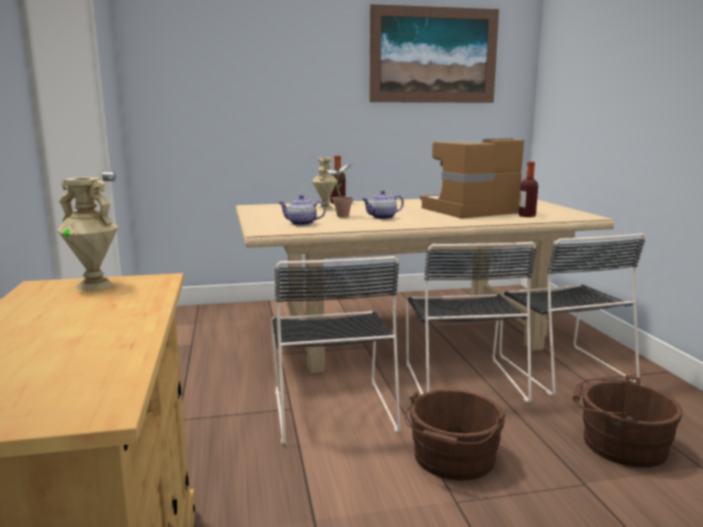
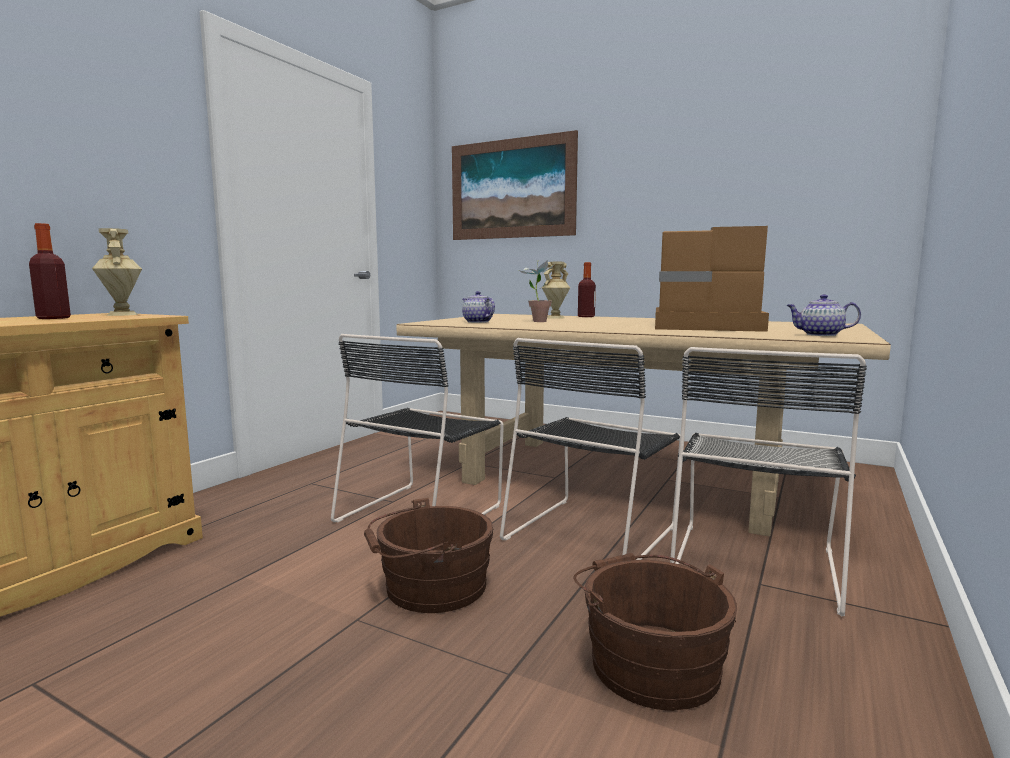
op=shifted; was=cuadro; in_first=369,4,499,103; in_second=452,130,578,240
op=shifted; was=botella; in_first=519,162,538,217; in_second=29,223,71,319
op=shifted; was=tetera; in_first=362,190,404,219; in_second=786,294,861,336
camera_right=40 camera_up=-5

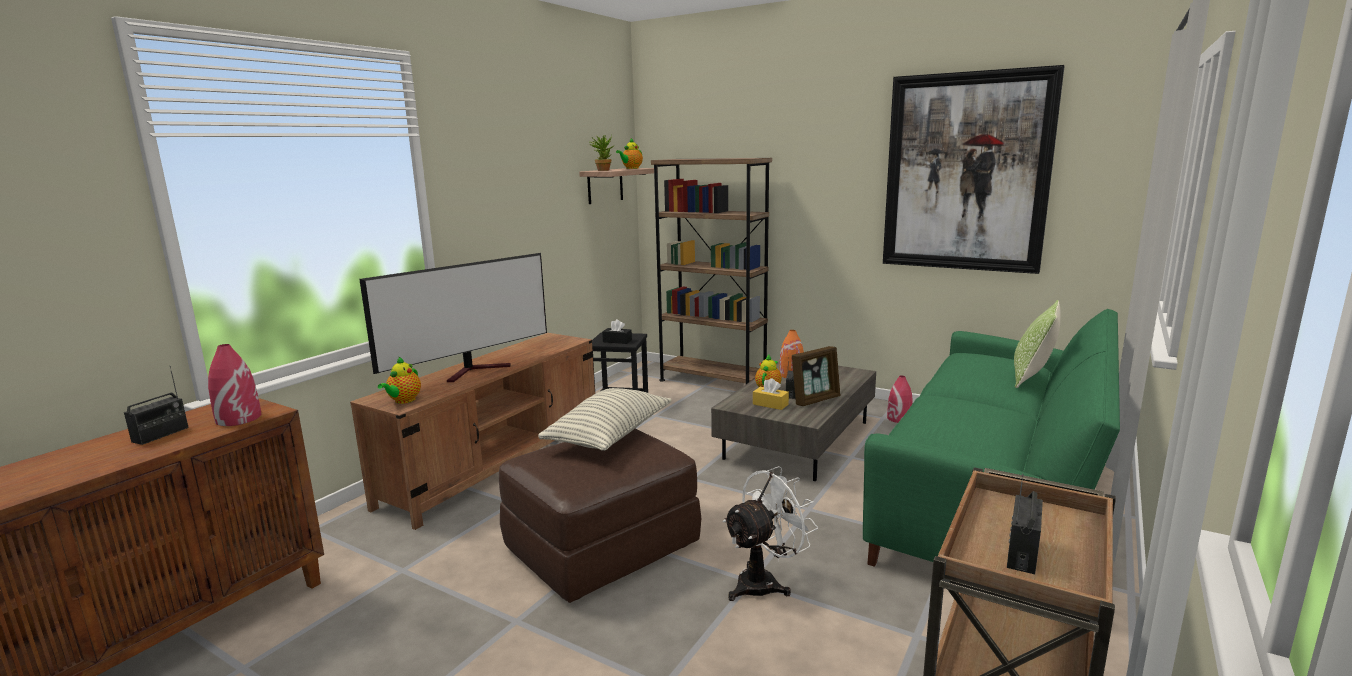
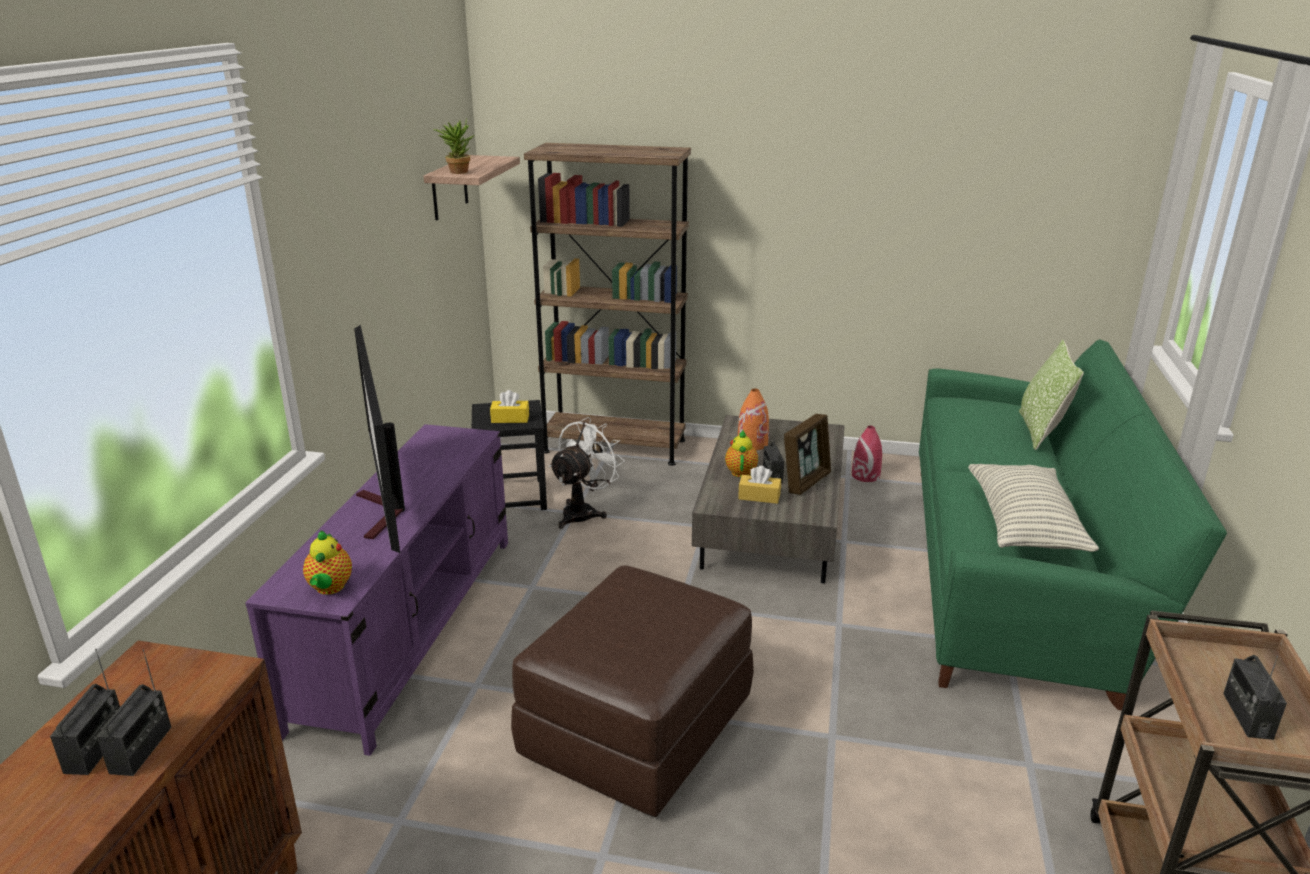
op=gone; was=cuadro; in_first=883,65,1065,274
op=gone; was=tetera; in_first=616,138,643,169
op=rotated; was=televisor; in_first=359,253,547,382; in_second=354,325,405,553; clockwise=135
op=repainted; was=caja de pañuelos/negro; now=caja de pañuelos/amarillo; in_first=602,319,632,344; in_second=490,390,529,423
op=repainted; was=mueble de televisión/marrón; now=mueble de televisión/morado; in_first=350,333,595,530; in_second=245,424,508,756
op=gone; was=florero/rojo; in_first=208,344,261,426
op=shifted; was=cojín; in_first=538,388,672,451; in_second=968,464,1099,552
op=shifted; was=ventilador/blanco; in_first=722,466,818,601; in_second=549,417,625,529
op=new; now=radio; in_second=97,649,171,776
camera_right=-20 camera_up=10

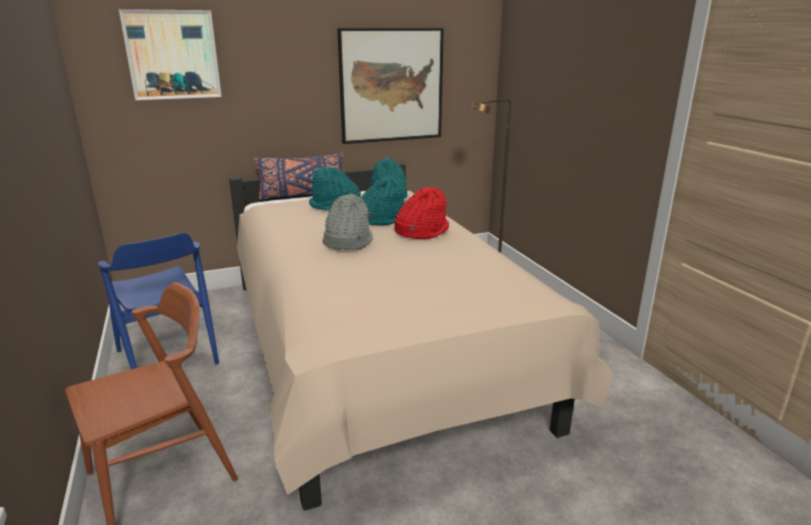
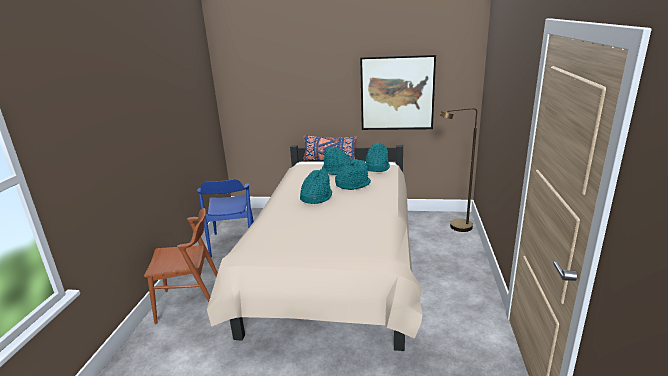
op=gone; was=cuadro; in_first=119,9,222,100
op=gone; was=sombrero/rojo; in_first=394,187,449,239
op=repainted; was=sombrero/gris; now=sombrero/turquesa; in_first=322,193,373,250; in_second=300,169,332,204
camera_right=30 camera_up=0

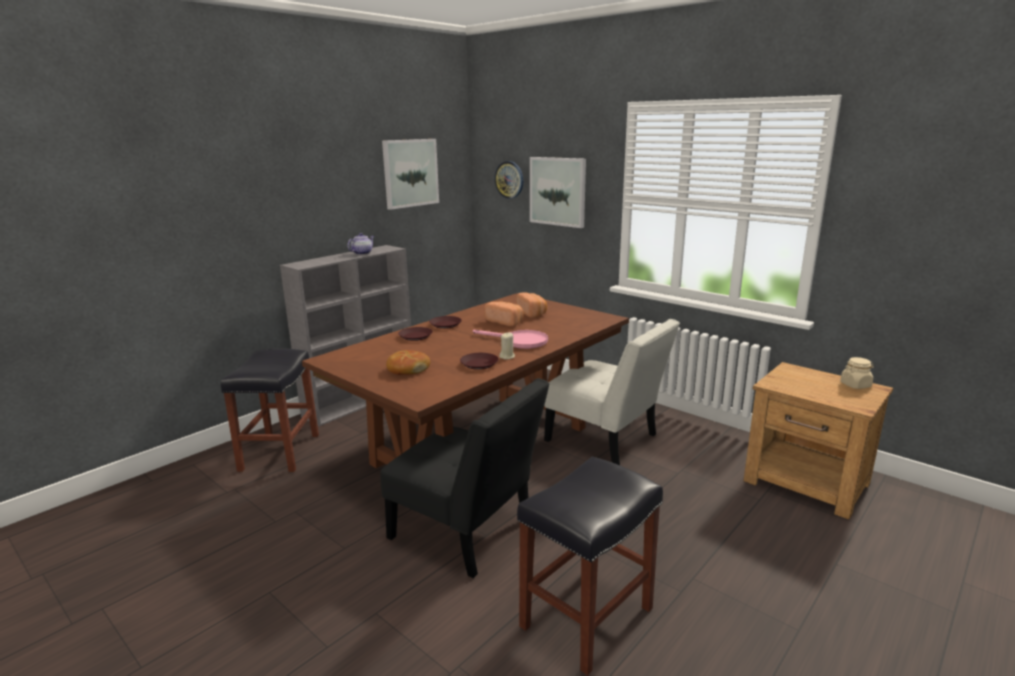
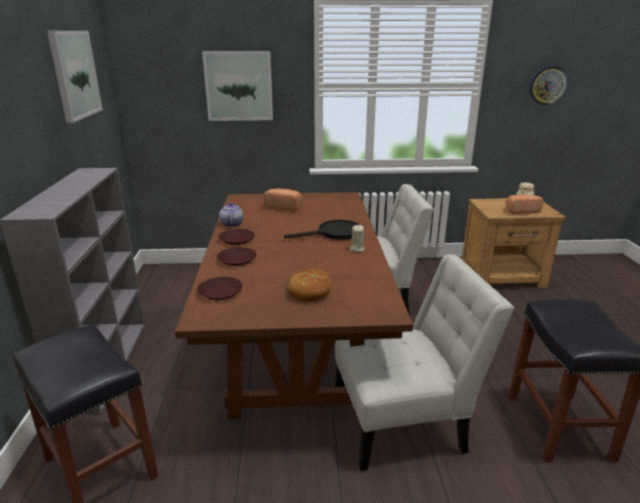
op=shifted; was=reloj de pared; in_first=494,161,523,199; in_second=529,66,568,105
op=shifted; was=tetera; in_first=347,233,374,255; in_second=219,202,243,227
op=shifted; was=pan; in_first=484,301,524,326; in_second=506,194,543,214
op=repainted; was=sartén/rosa; now=sartén/negro; in_first=473,330,548,349; in_second=284,220,360,240
op=shifted; was=plato/marrón; in_first=460,353,499,370; in_second=197,277,243,300
op=repainted; was=silla/negro; now=silla/blanco; in_first=380,378,549,578; in_second=335,254,514,471
camera_right=-45 camera_up=5

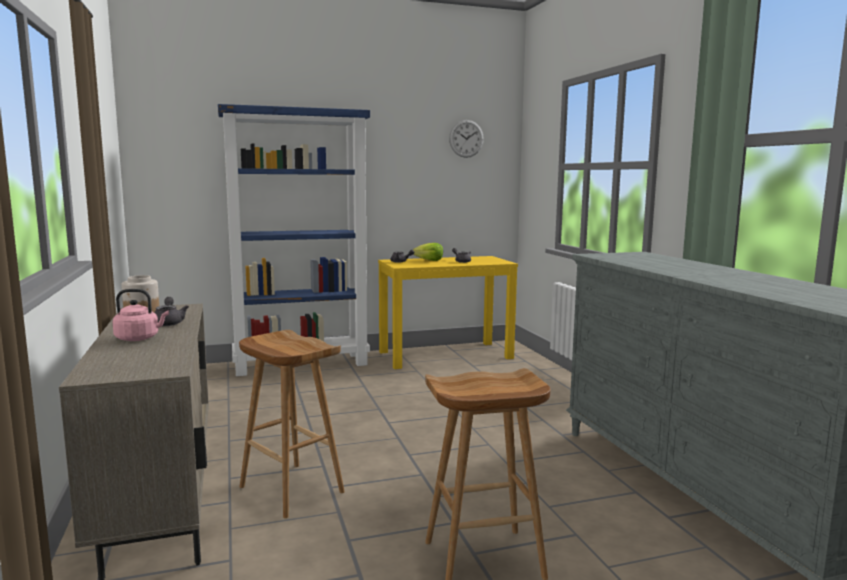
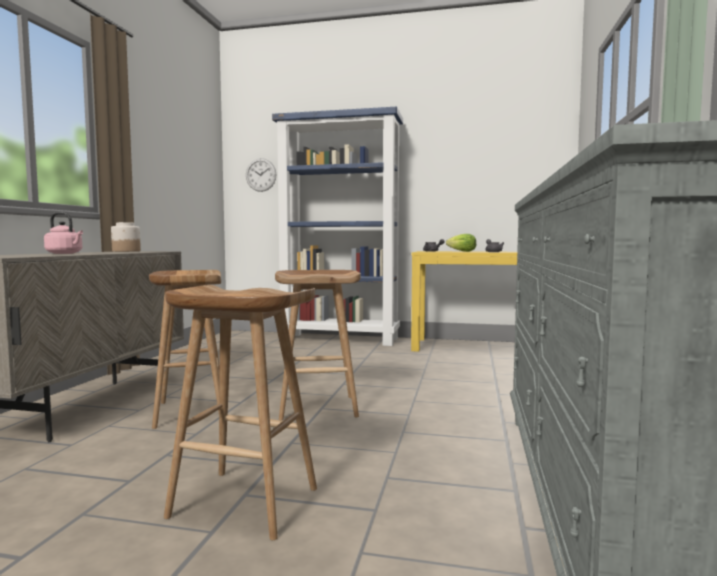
op=shifted; was=reloj de pared; in_first=449,120,484,158; in_second=246,158,277,192
op=gone; was=tetera/gris; in_first=154,297,189,326
op=new; now=taburete/marrón; in_second=275,270,361,420
camera_right=30 camera_up=-5

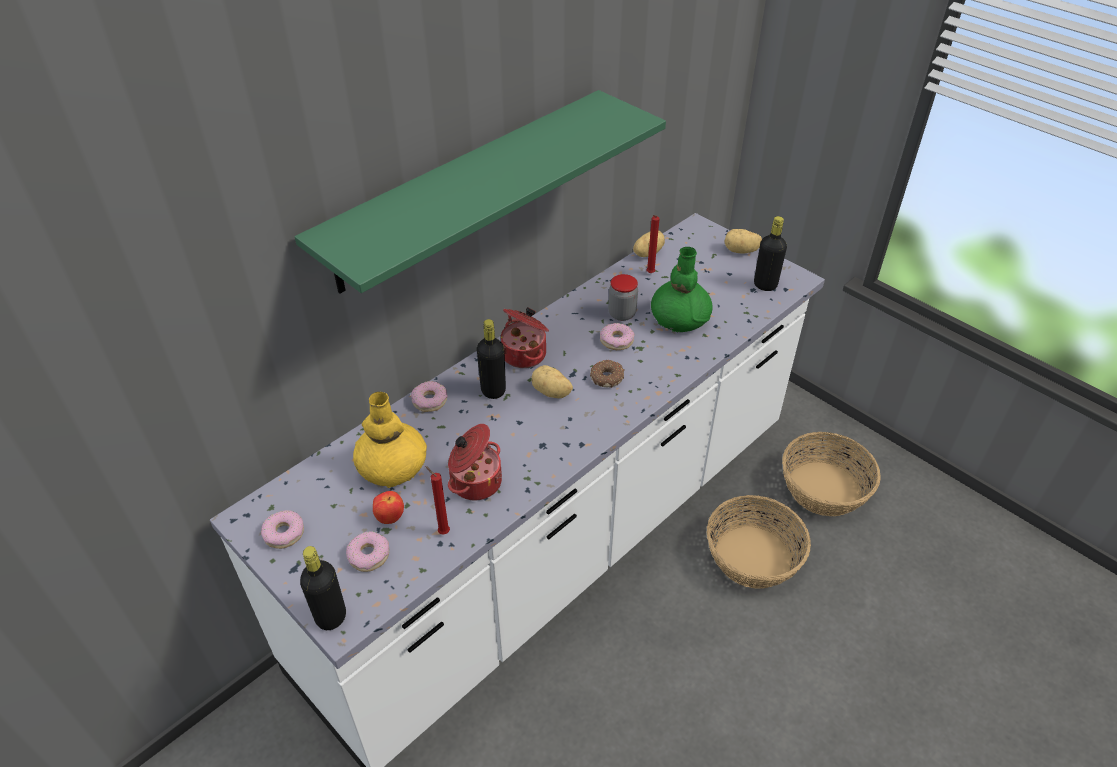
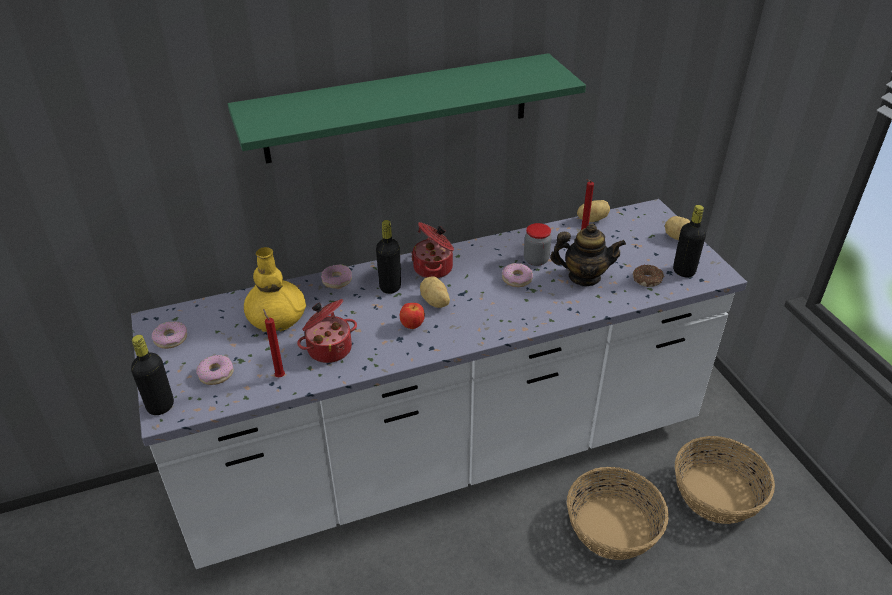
op=swapped; was=florero/verde; now=tetera; in_first=651,247,713,333; in_second=550,223,626,286
op=shifted; was=rosquilla; in_first=590,360,625,388; in_second=633,264,664,287
op=shifted; was=manzana; in_first=373,491,404,524; in_second=400,303,425,329
camera_right=25 camera_up=-5

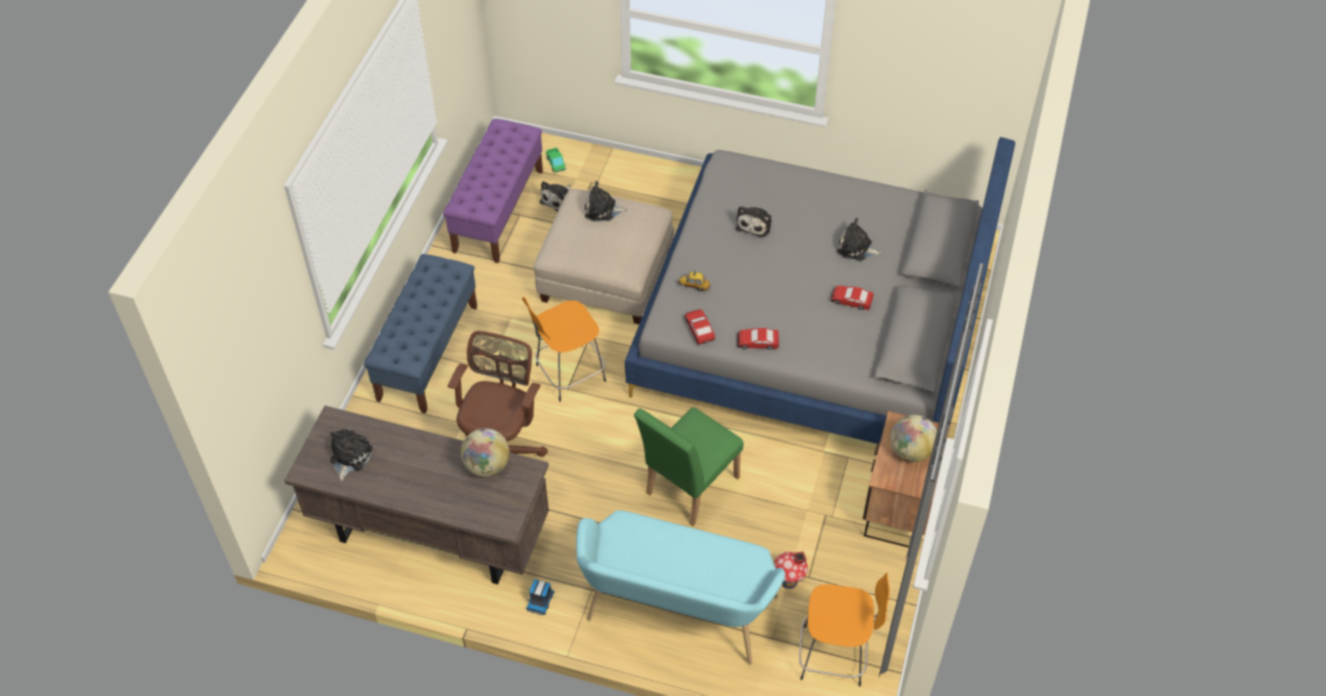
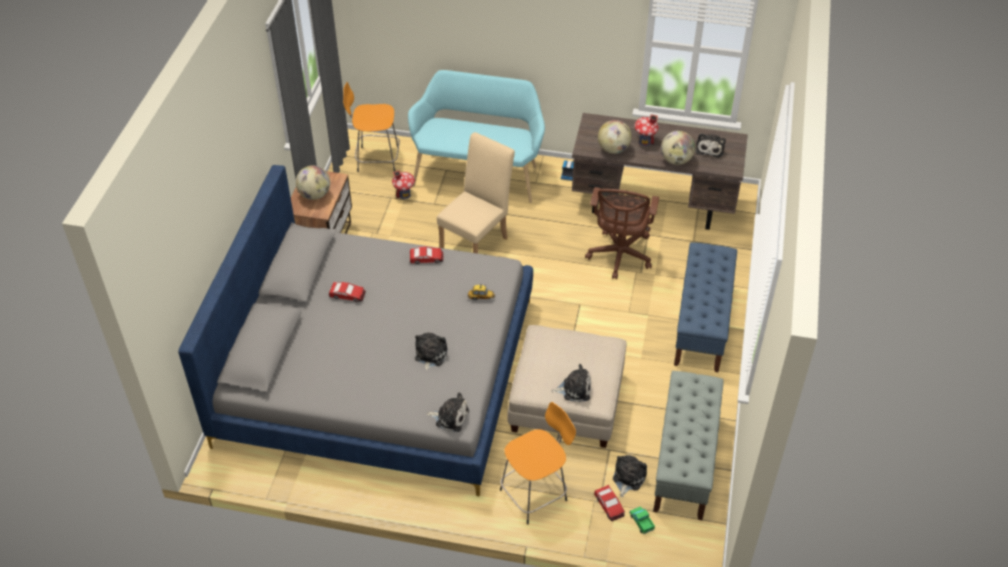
op=repainted; was=banco/morado; now=banco/gris; in_first=443,119,543,263; in_second=653,371,724,520
op=shifted; was=peluche; in_first=837,218,882,261; in_second=426,393,469,432
op=shifted; was=taburete/naranja; in_first=522,297,606,402; in_second=500,402,576,524
op=shifted; was=coche de juguete; in_first=685,309,715,345; in_second=594,485,625,521
op=repainted; was=silla/verde; now=silla/beis; in_first=634,407,744,526; in_second=437,132,515,253
op=new; now=casita; in_second=634,114,659,146
op=new; now=globo terráqueo; in_second=661,131,695,165
camera_right=175 camera_up=-5

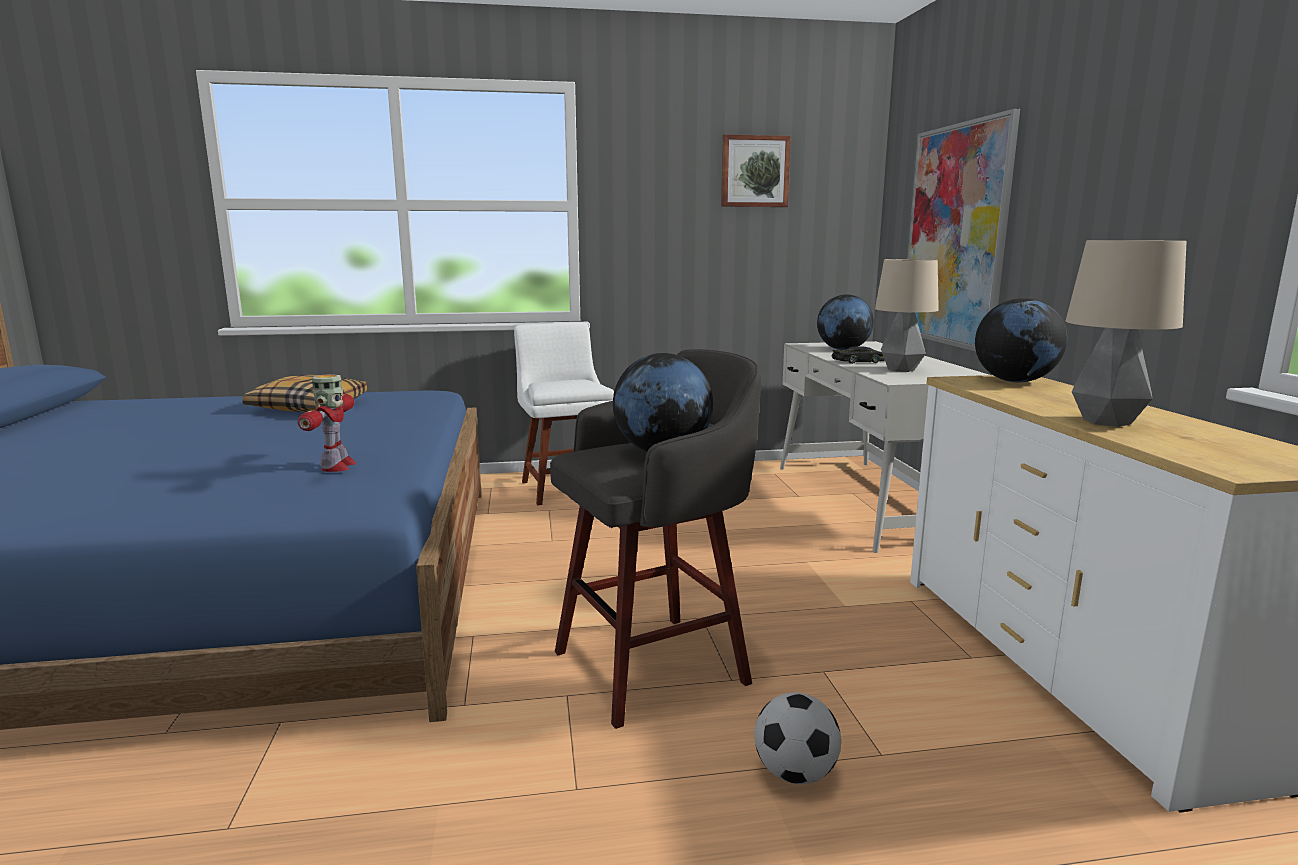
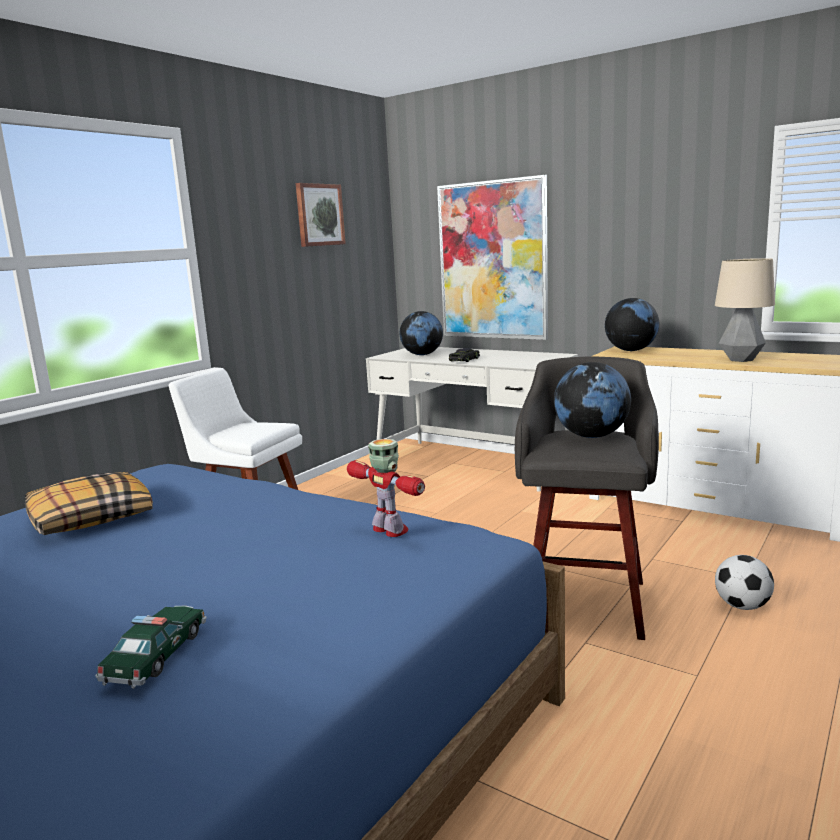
op=gone; was=lámpara de mesa; in_first=875,259,939,372
op=new; now=coche de juguete; in_second=95,605,207,689
camera_right=-45 camera_up=0

